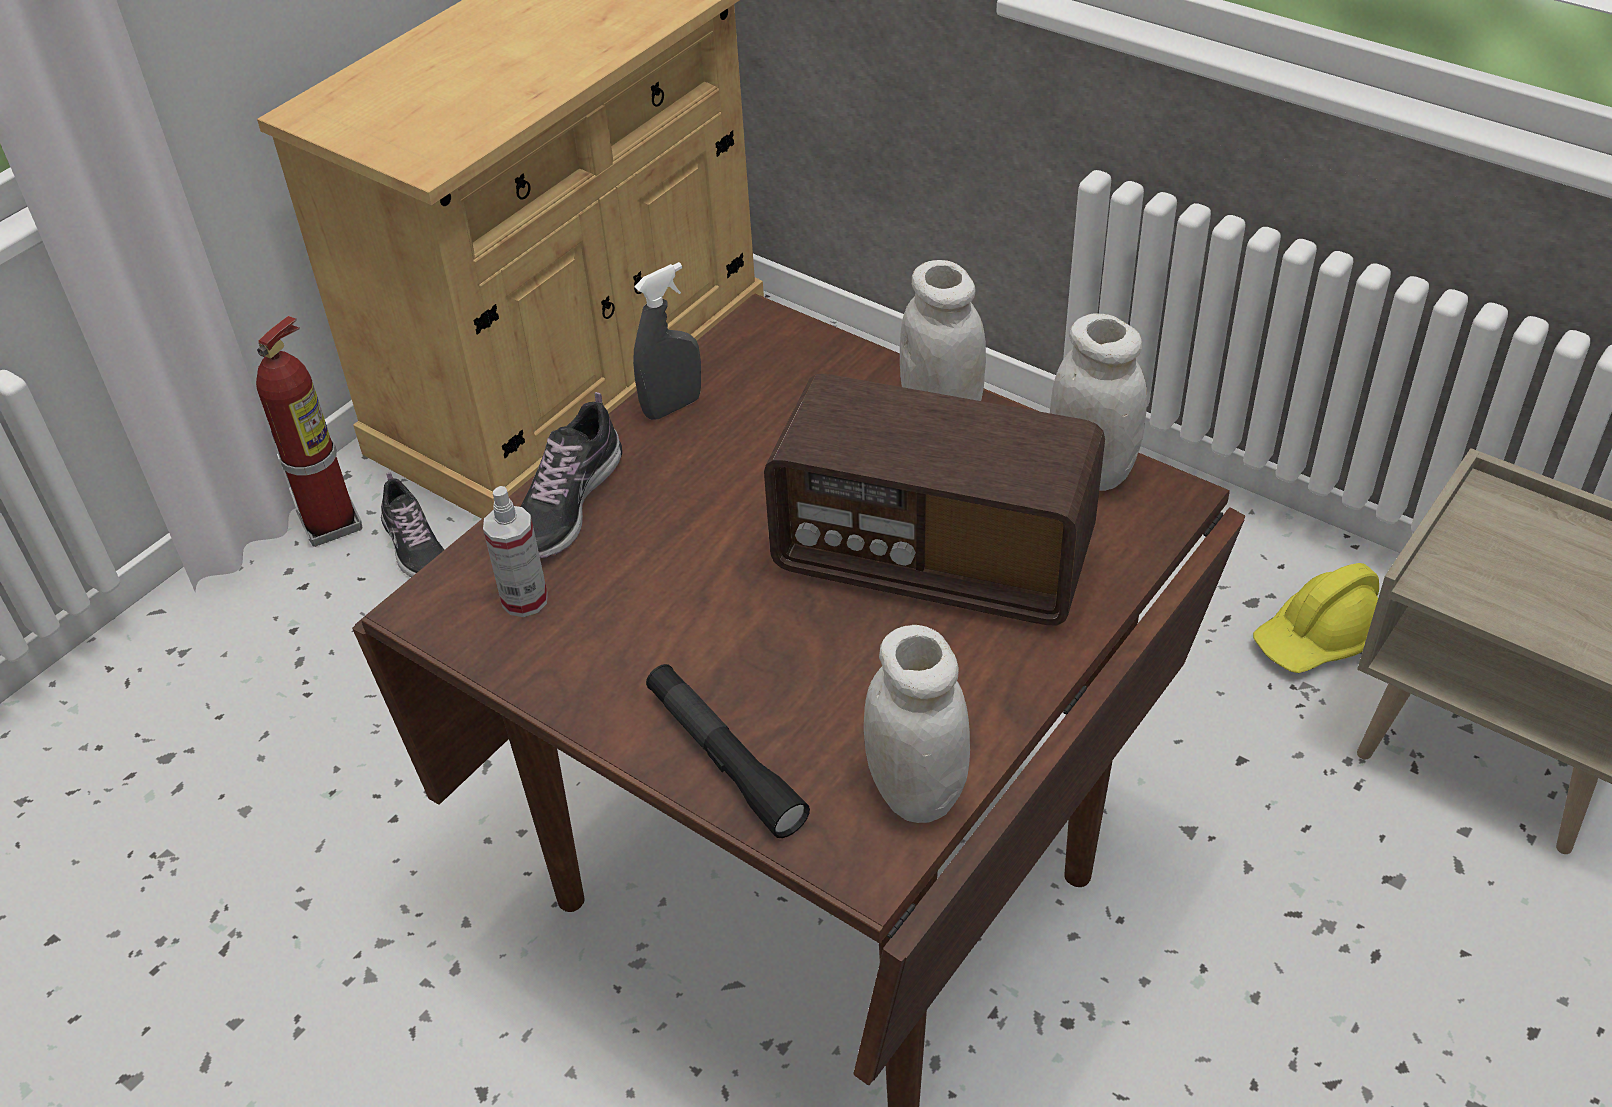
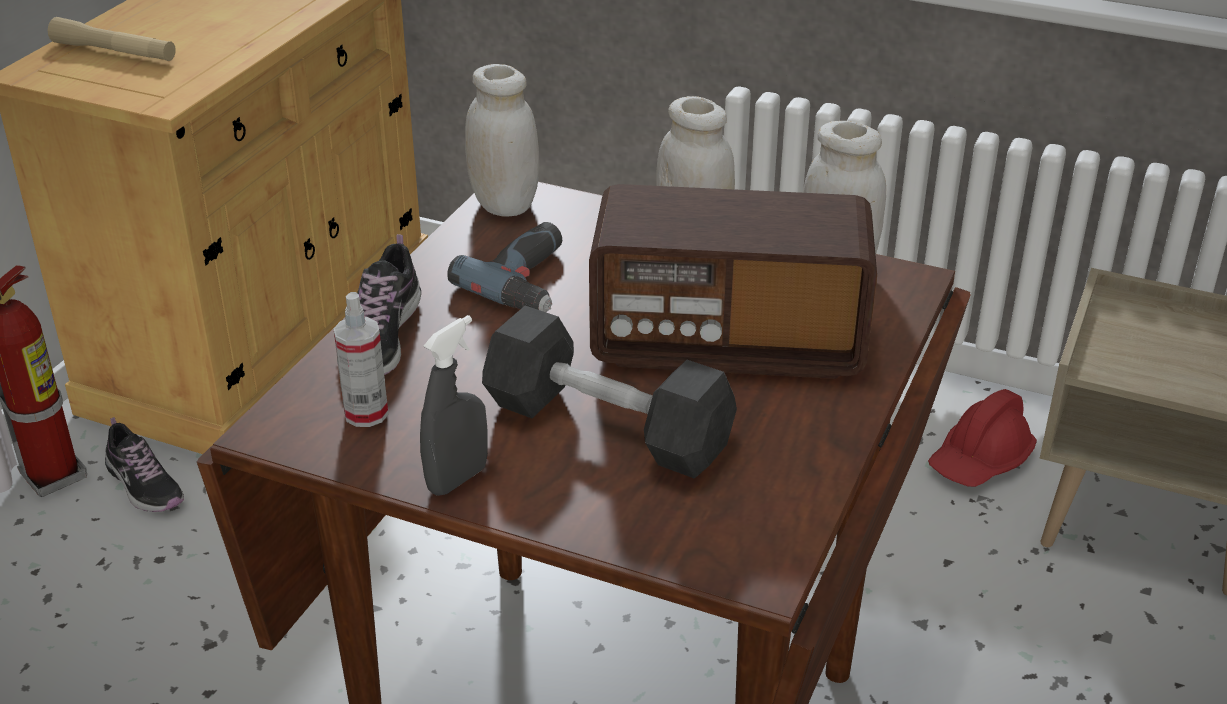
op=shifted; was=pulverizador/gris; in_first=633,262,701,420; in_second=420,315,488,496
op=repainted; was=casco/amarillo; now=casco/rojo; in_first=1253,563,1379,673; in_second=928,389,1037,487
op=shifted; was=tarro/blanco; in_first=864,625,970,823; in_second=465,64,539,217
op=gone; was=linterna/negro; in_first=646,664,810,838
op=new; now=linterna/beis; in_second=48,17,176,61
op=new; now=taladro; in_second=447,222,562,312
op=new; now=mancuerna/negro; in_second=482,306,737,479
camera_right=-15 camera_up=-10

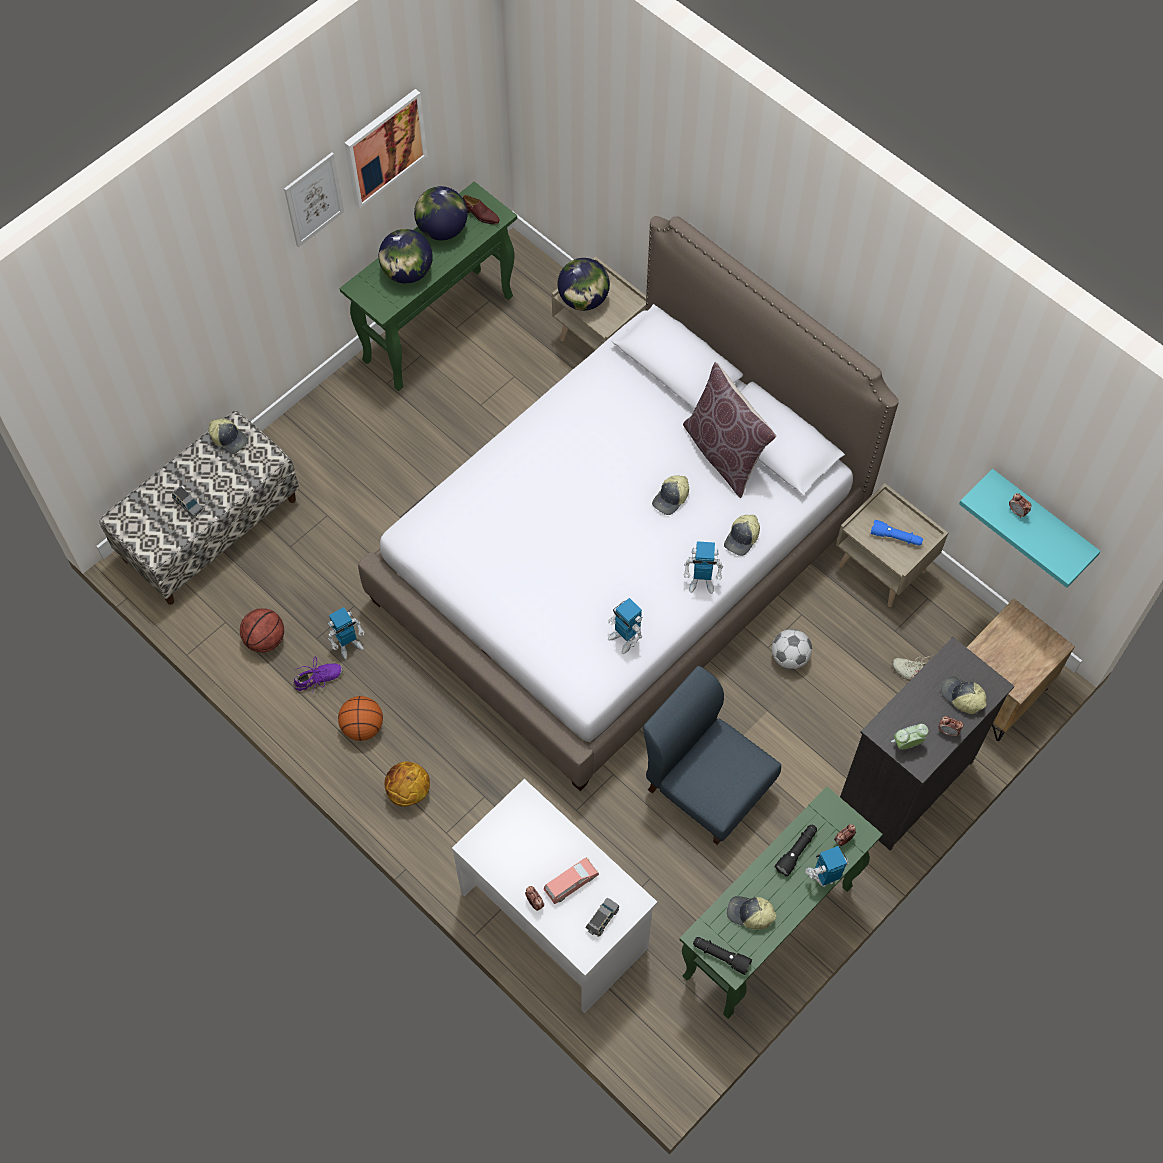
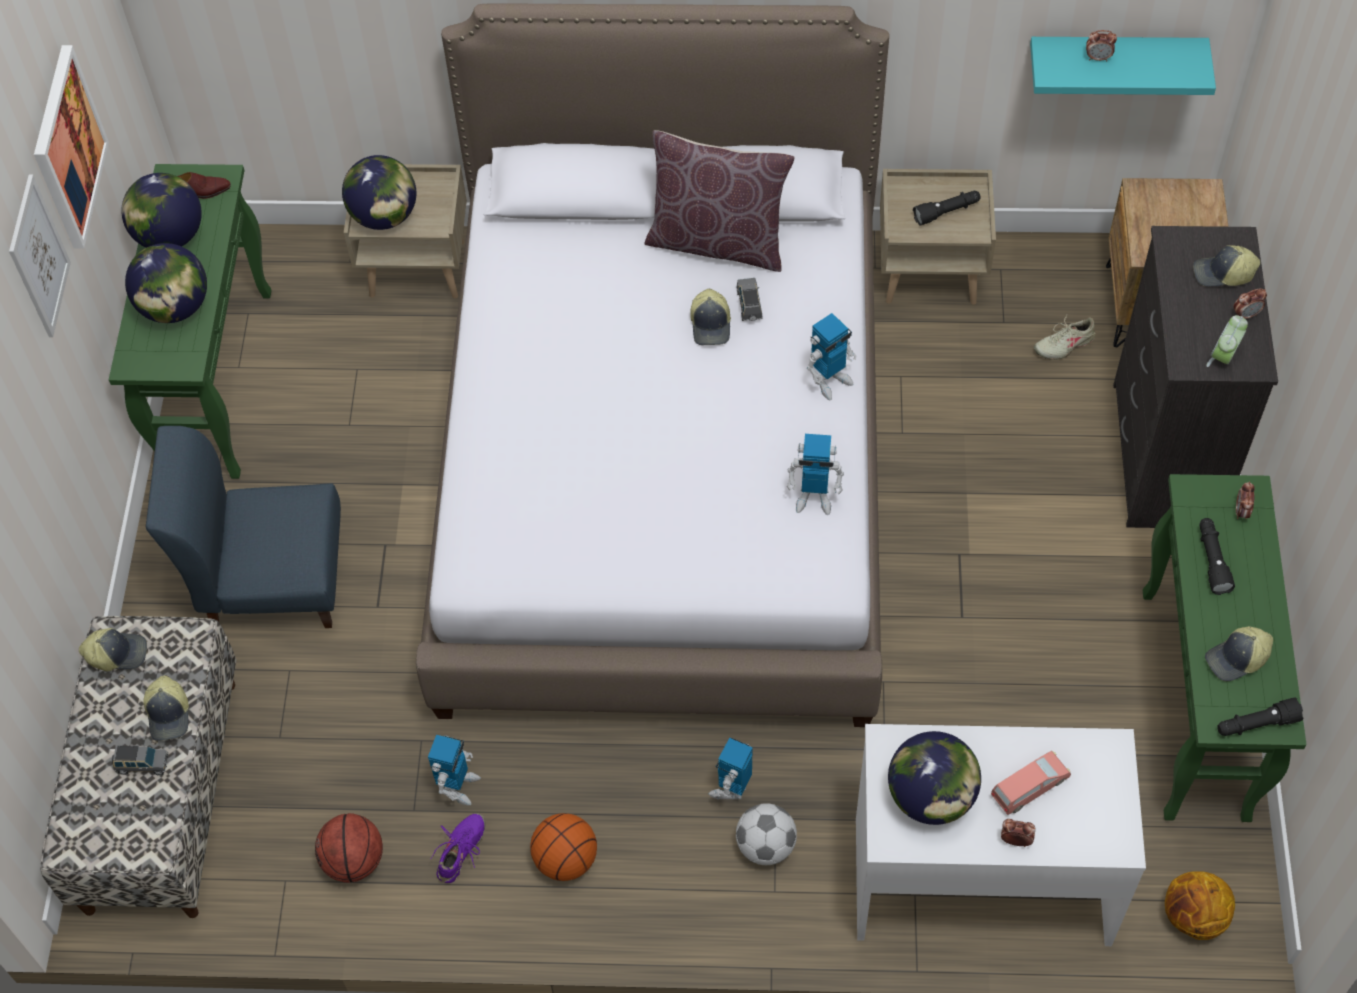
op=shifted; was=gorra; in_first=724,515,760,556; in_second=143,676,189,741
op=repainted; was=linterna/azul; now=linterna/negro; in_first=870,520,923,546; in_second=913,191,981,226
op=shifted; was=balón de fútbol; in_first=772,629,812,669; in_second=736,803,797,865
op=shifted; was=silla/azul; in_first=643,666,781,845; in_second=146,426,341,628
op=shifted; was=balón de baloncesto; in_first=385,762,430,807; in_second=1165,871,1235,940
op=shifted; was=robot de juguete; in_first=805,846,849,887; in_second=709,737,753,800
op=rotated; was=coche de juguete/rosa; in_first=544,857,599,904; in_second=991,751,1071,815; clockwise=45
op=shifted; was=coche de juguete/gris; in_first=586,898,620,937; in_second=737,278,763,321
op=new; now=globo terráqueo; in_second=888,731,981,825
camera_right=-40 camera_up=-5

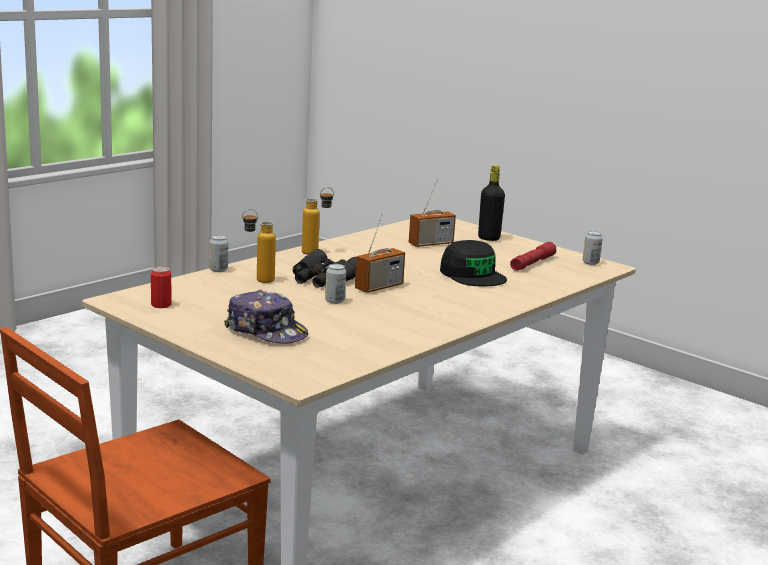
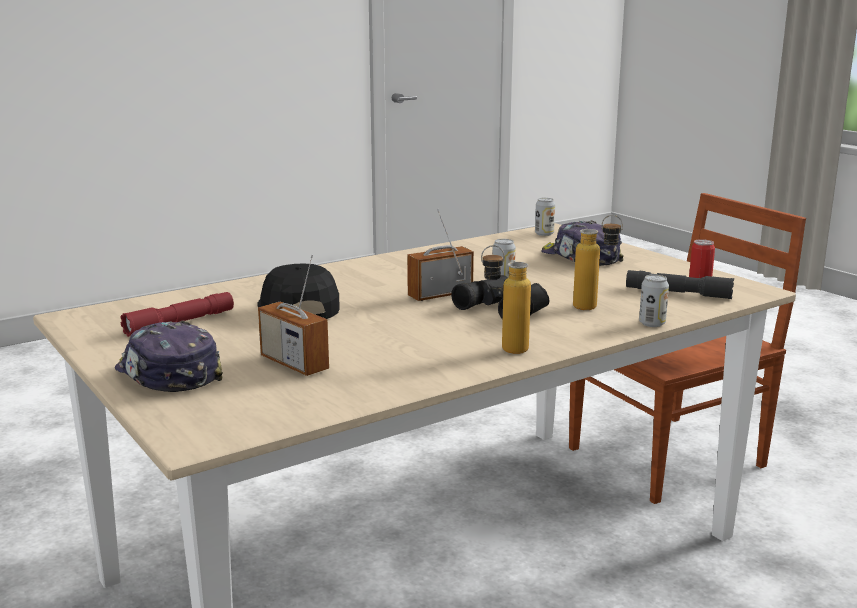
op=swapped; was=botella/negro; now=gorra; in_first=478,165,505,241; in_second=115,321,223,392
op=rotated; was=radio; in_first=409,179,456,247; in_second=258,254,329,376; clockwise=-120
op=shifted; was=lata; in_first=582,231,603,265; in_second=535,198,555,236
op=new; now=linterna/gris; in_second=626,270,734,299
camera_right=-165 camera_up=0

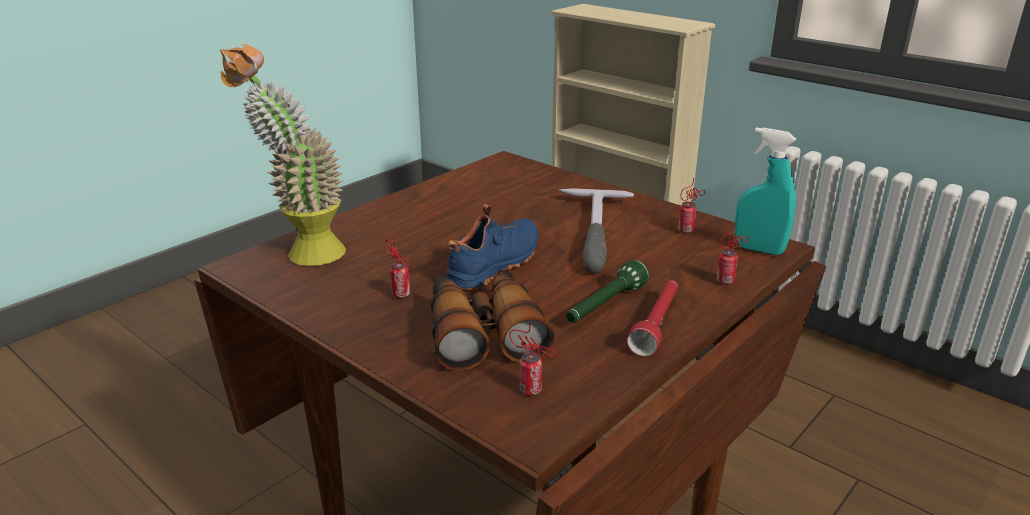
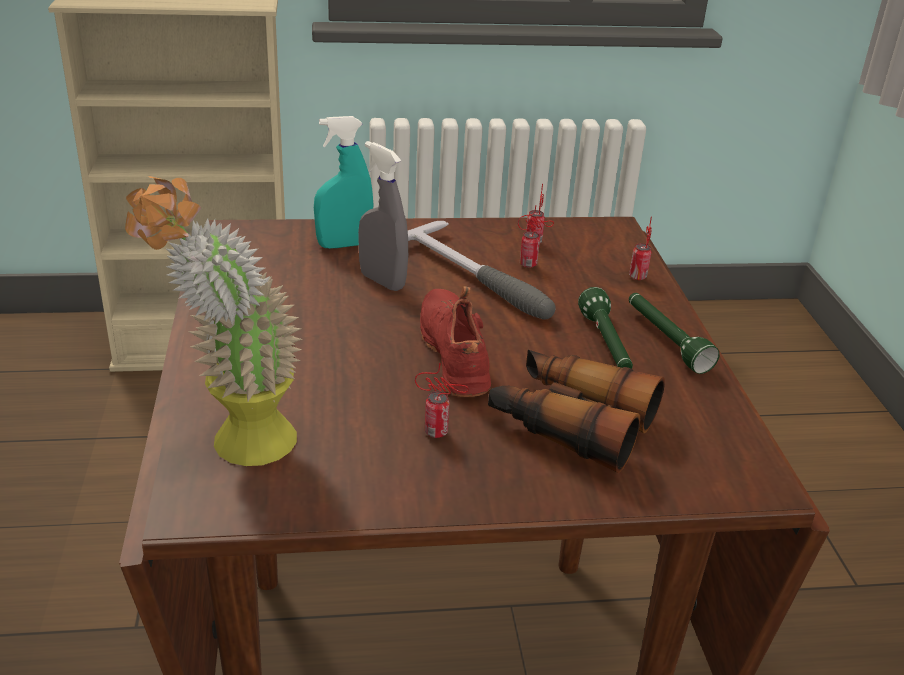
op=shifted; was=pulverizador/turquesa; in_first=734,127,796,255; in_second=314,116,373,248
op=repainted; was=zapato/azul; now=zapato/rojo; in_first=446,204,538,290; in_second=420,286,491,397
op=repainted; was=linterna/rojo; now=linterna/verde; in_first=627,280,678,357; in_second=629,293,720,374
op=shifted; was=lata; in_first=509,323,556,396; in_second=518,205,554,268
op=new; now=pulverizador/gris; in_second=358,141,408,291
camera_right=-50 camera_up=5

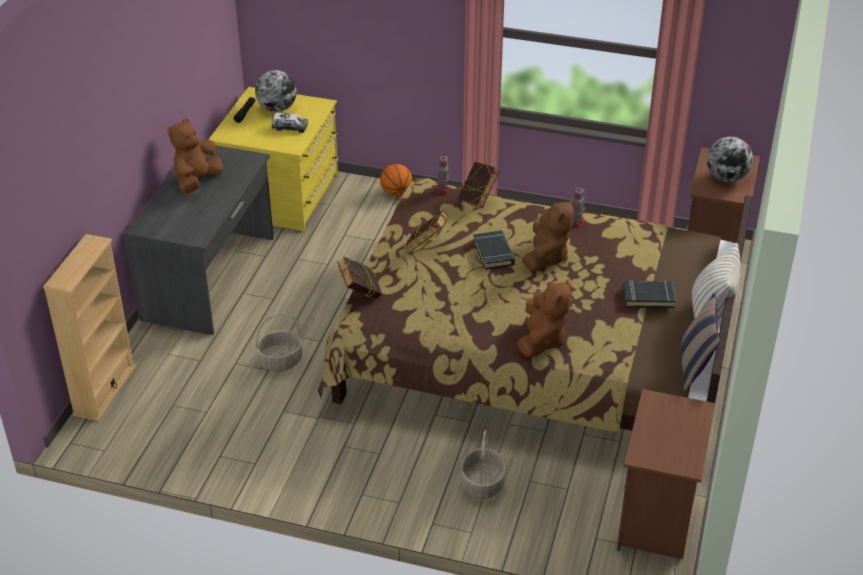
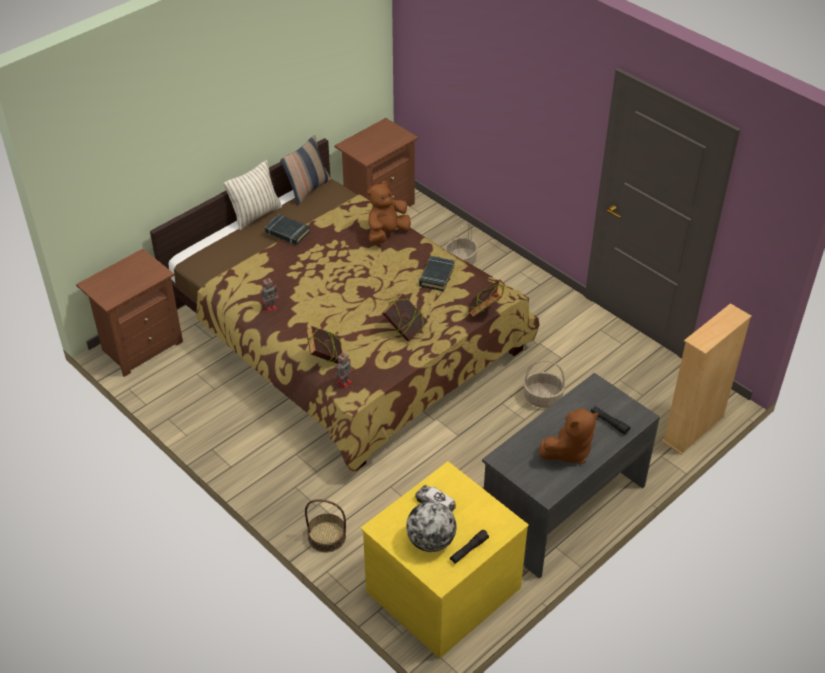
op=gone; was=globo terráqueo; in_first=707,137,753,182
op=swapped; was=balón de baloncesto; now=cesta; in_first=380,164,412,196; in_second=305,499,346,552
op=gone; was=peluche/marrón; in_first=523,199,574,272
op=shifted; was=libro/negro; in_first=473,231,515,270; in_second=419,256,455,291
op=new; now=linterna/negro; in_second=591,406,630,435
camera_right=-150 camera_up=5

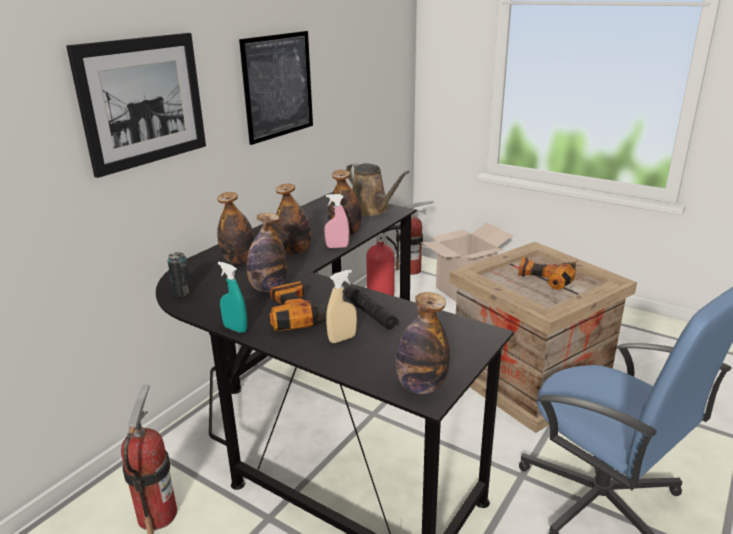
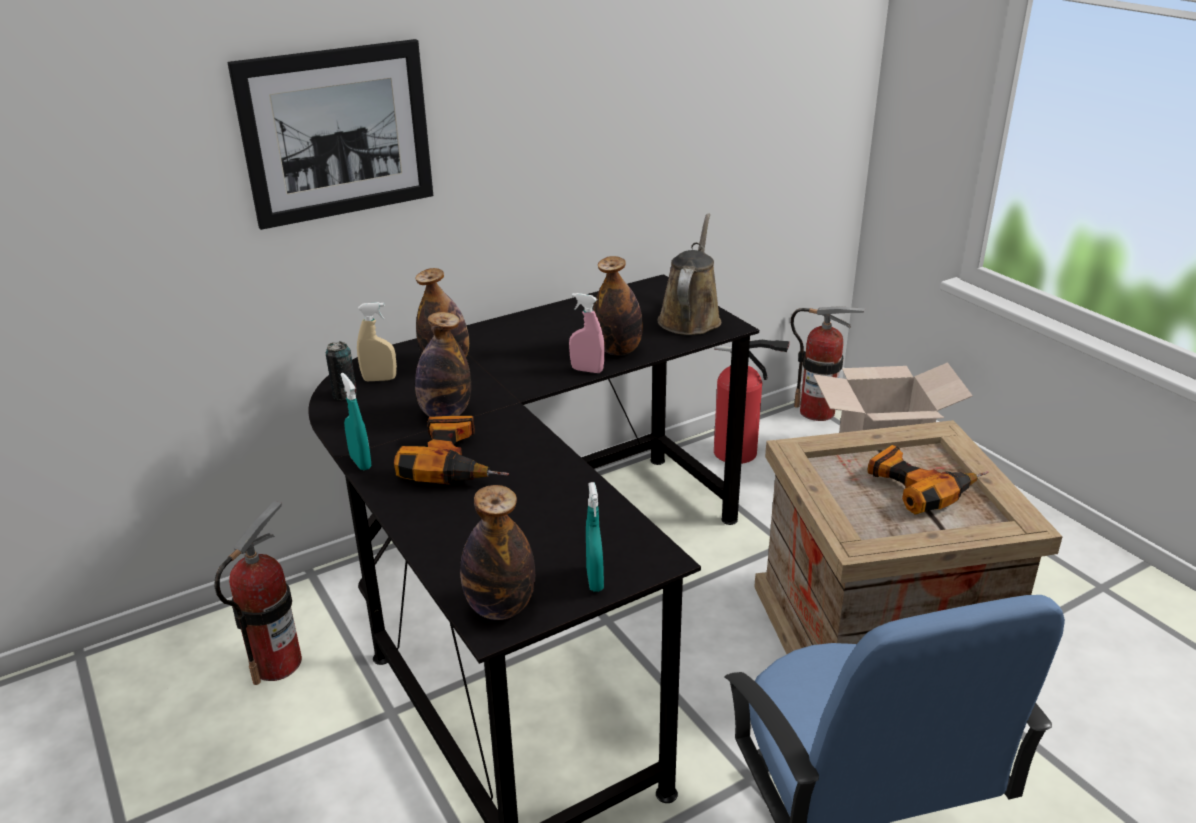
op=gone; was=cuadro; in_first=239,31,313,145
op=rotated; was=regadera/marrón; in_first=346,163,410,216; in_second=658,213,721,335; clockwise=-150
op=gone; was=botella; in_first=275,184,311,254
op=shifted; was=pulverizador/beis; in_first=326,270,357,343; in_second=357,302,397,381
op=gone; was=linterna/negro; in_first=344,286,399,330
op=new; now=pulverizador/turquesa; in_second=586,482,604,592
camera_right=25 camera_up=5

